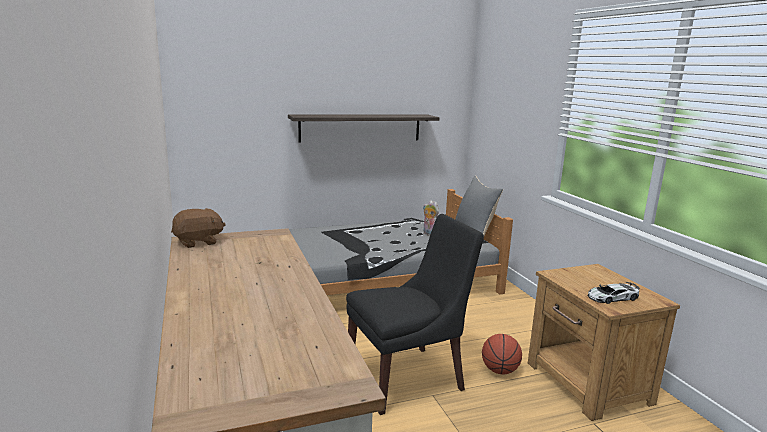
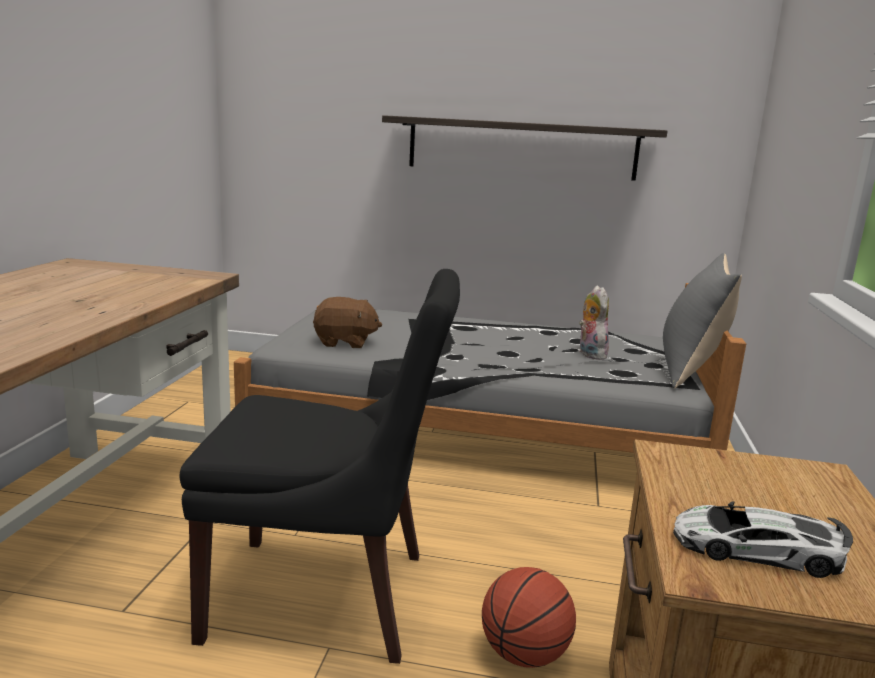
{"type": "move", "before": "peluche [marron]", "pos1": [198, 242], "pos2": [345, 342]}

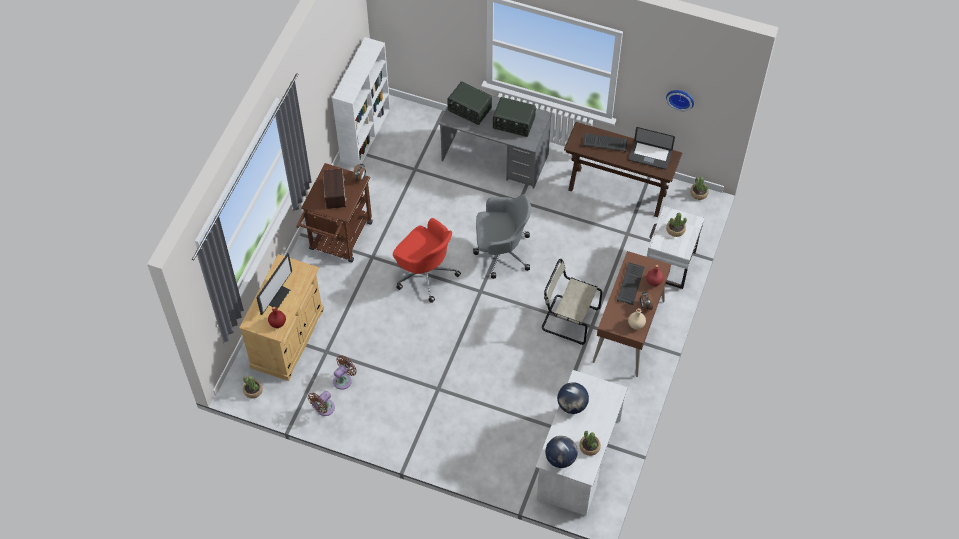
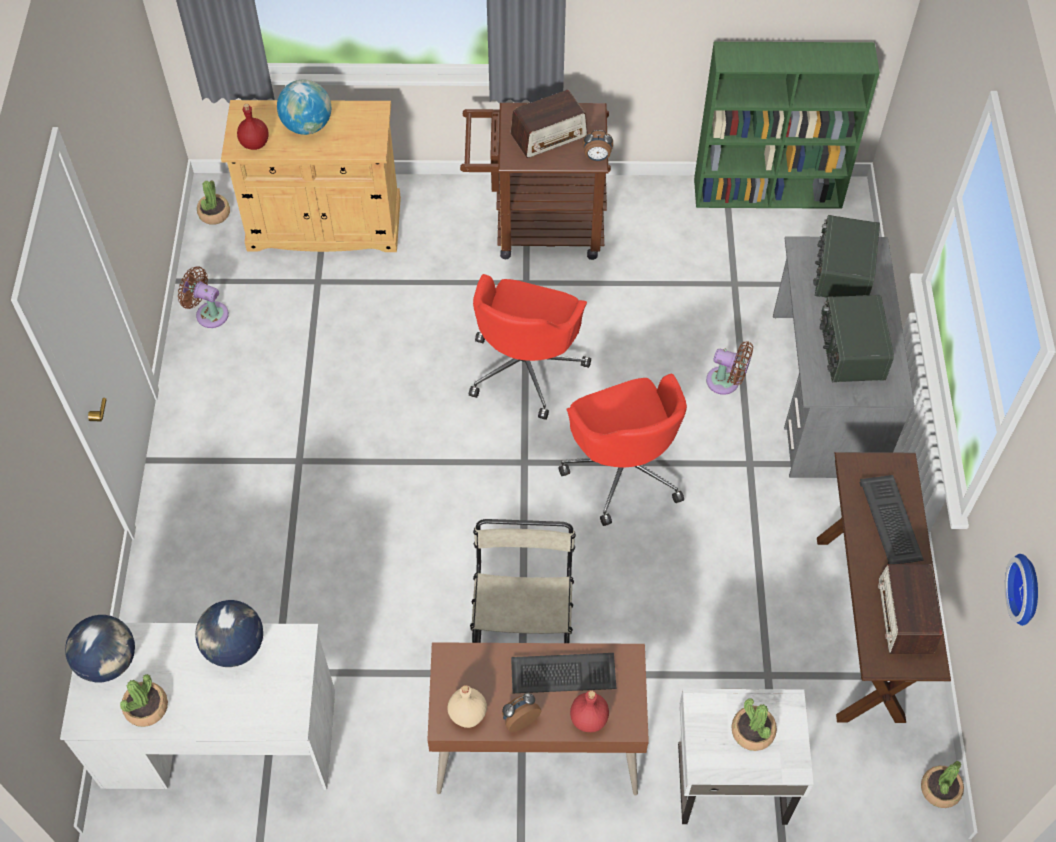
{"type": "replace", "before": "écran d'ordinateur", "after": "globe", "pos1": [277, 296], "pos2": [307, 126]}
{"type": "recolor", "before": "bibliothèque [blanc]", "after": "bibliothèque [vert]", "pos1": [365, 134], "pos2": [769, 193]}
{"type": "move", "before": "ventilateur [marron]", "pos1": [344, 379], "pos2": [726, 382]}
{"type": "recolor", "before": "chaise de bureau [gris]", "after": "chaise de bureau [rouge]", "pos1": [501, 251], "pos2": [623, 468]}
{"type": "replace", "before": "ordinateur portable", "after": "radio", "pos1": [650, 156], "pos2": [905, 616]}

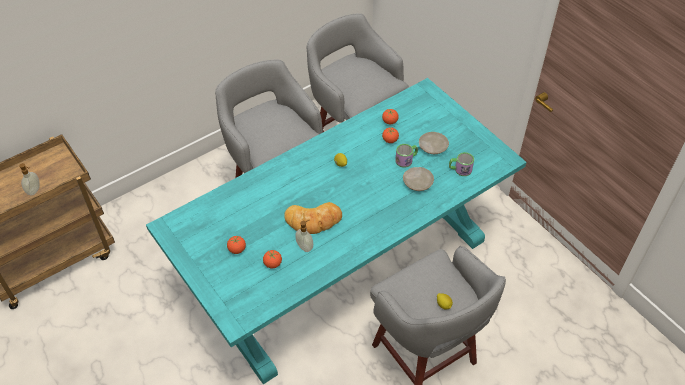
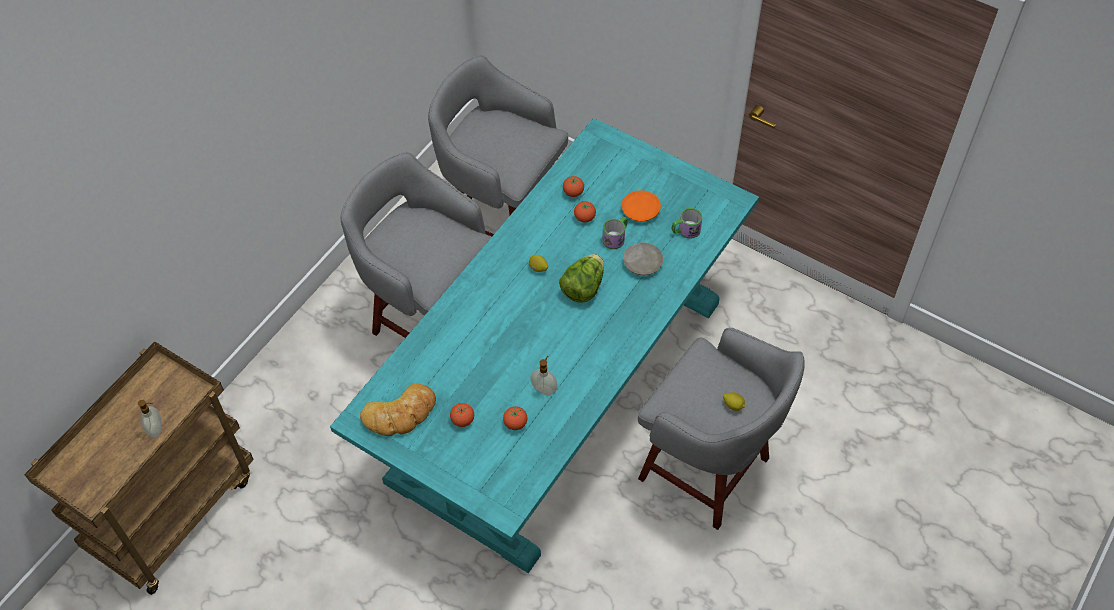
{"type": "move", "before": "pain", "pos1": [313, 220], "pos2": [400, 414]}
{"type": "recolor", "before": "assiette [beige]", "after": "assiette [orange]", "pos1": [432, 146], "pos2": [640, 210]}
{"type": "insert", "after": "laitue", "pos2": [583, 287]}

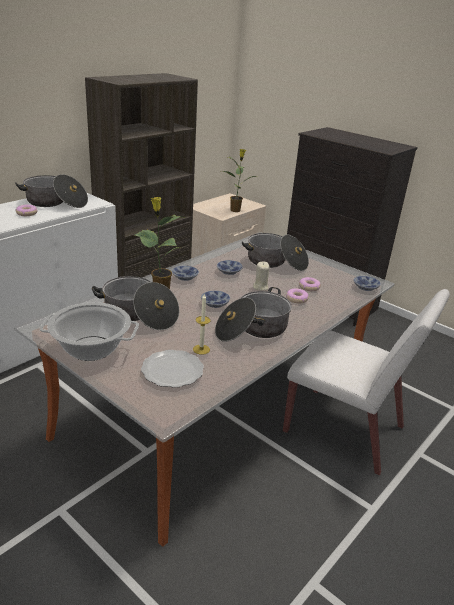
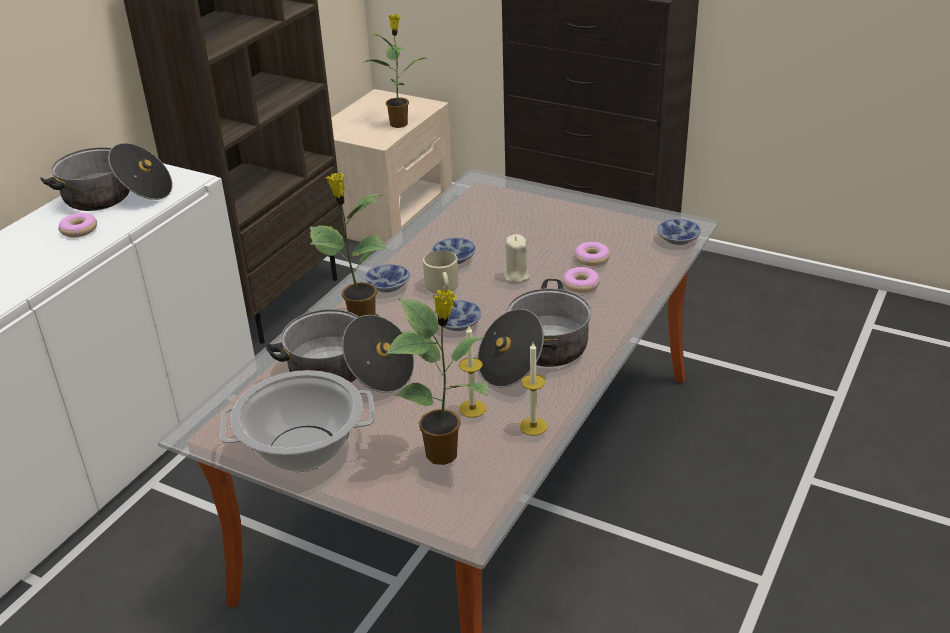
{"type": "replace", "before": "assiette", "after": "plante en pot", "pos1": [172, 370], "pos2": [444, 454]}
{"type": "delete", "before": "marmite", "pos1": [275, 262]}
{"type": "delete", "before": "chaise [blanc]", "pos1": [345, 430]}
{"type": "insert", "after": "mug [beige]", "pos2": [442, 287]}
{"type": "insert", "after": "bougie", "pos2": [533, 426]}

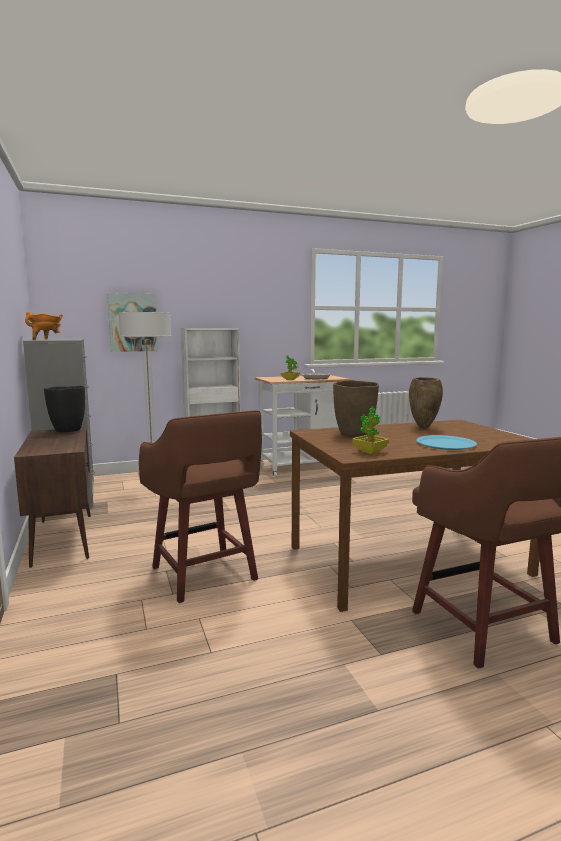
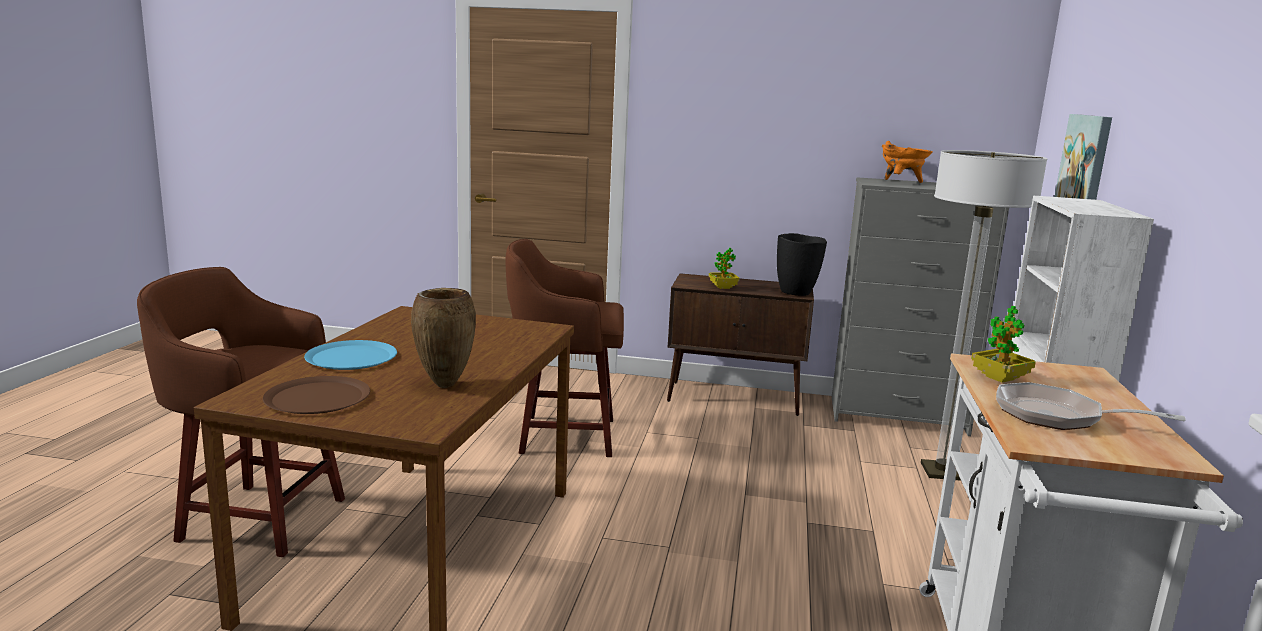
{"type": "delete", "before": "vase [marron]", "pos1": [354, 434]}
{"type": "move", "before": "plante en pot", "pos1": [370, 452], "pos2": [723, 287]}
{"type": "insert", "after": "assiette [marron]", "pos2": [318, 397]}

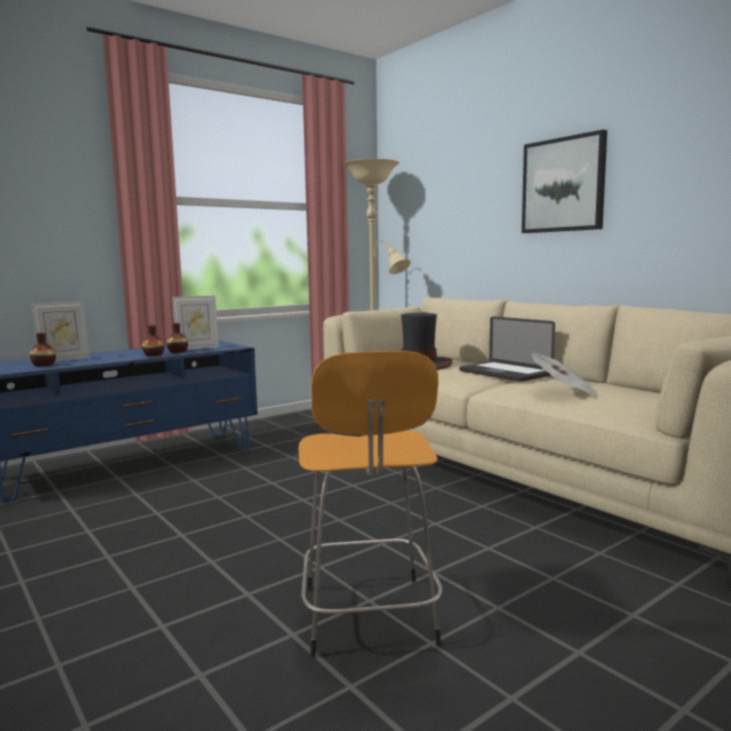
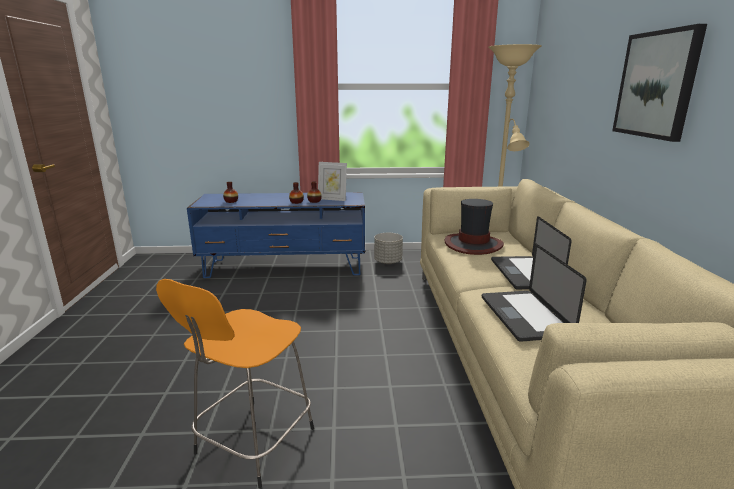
{"type": "delete", "before": "cadre photo", "pos1": [64, 360]}
{"type": "replace", "before": "journal", "after": "ordinateur portable", "pos1": [563, 392], "pos2": [524, 316]}
{"type": "insert", "after": "cache-pot [gris]", "pos2": [388, 262]}

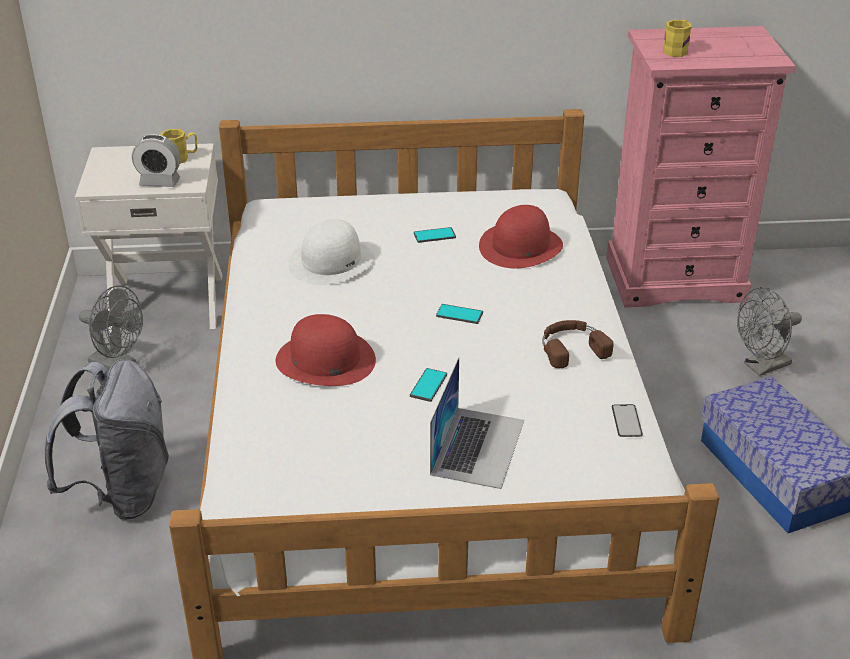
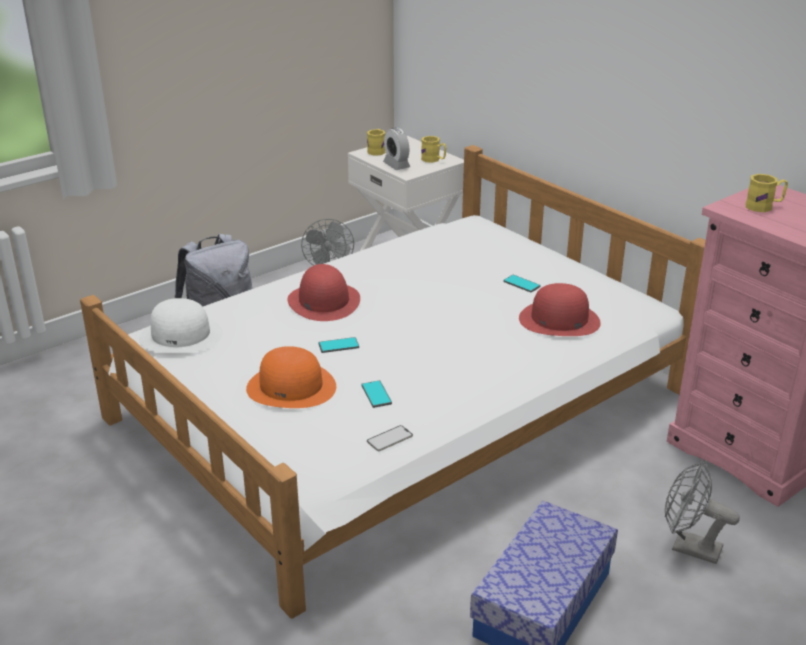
{"type": "move", "before": "chapeau [blanc]", "pos1": [331, 261], "pos2": [181, 336]}
{"type": "replace", "before": "ordinateur portable", "after": "chapeau [orange]", "pos1": [477, 446], "pos2": [291, 387]}
{"type": "move", "before": "téléphone", "pos1": [459, 314], "pos2": [376, 394]}
{"type": "delete", "before": "casque audio [marron]", "pos1": [571, 347]}
{"type": "insert", "after": "mug [jaune]", "pos2": [377, 150]}

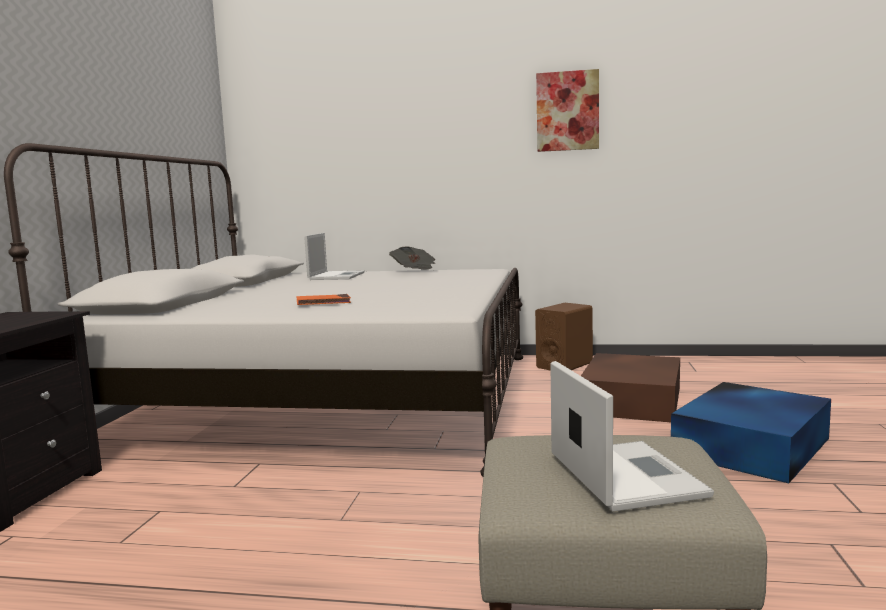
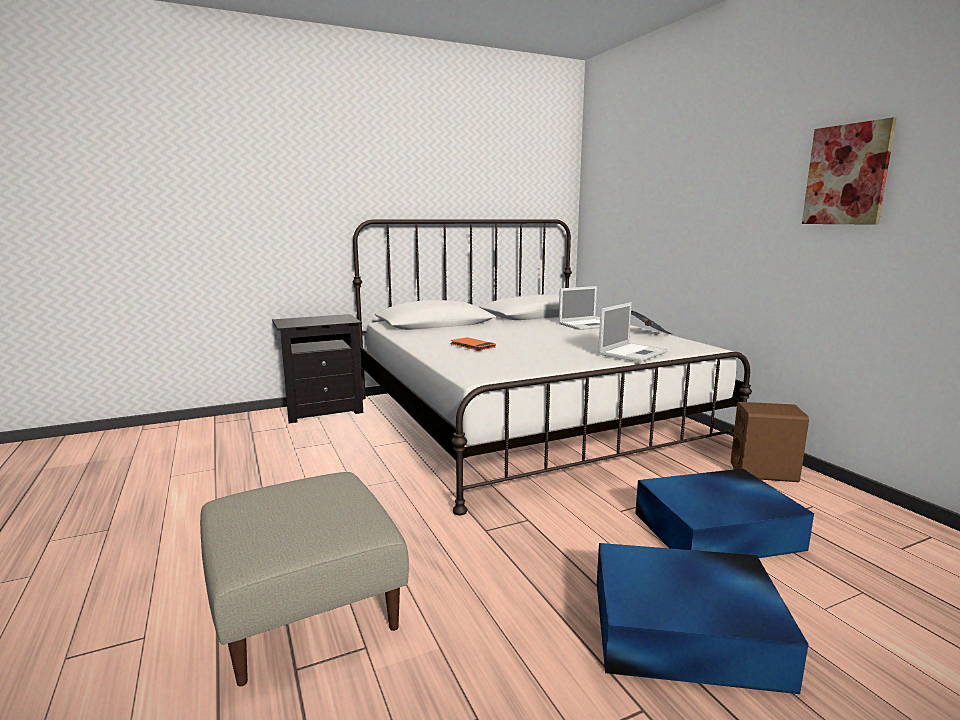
{"type": "move", "before": "ordinateur portable", "pos1": [623, 475], "pos2": [633, 353]}
{"type": "recolor", "before": "boîte de rangement [marron]", "after": "boîte de rangement [bleu]", "pos1": [632, 400], "pos2": [719, 531]}

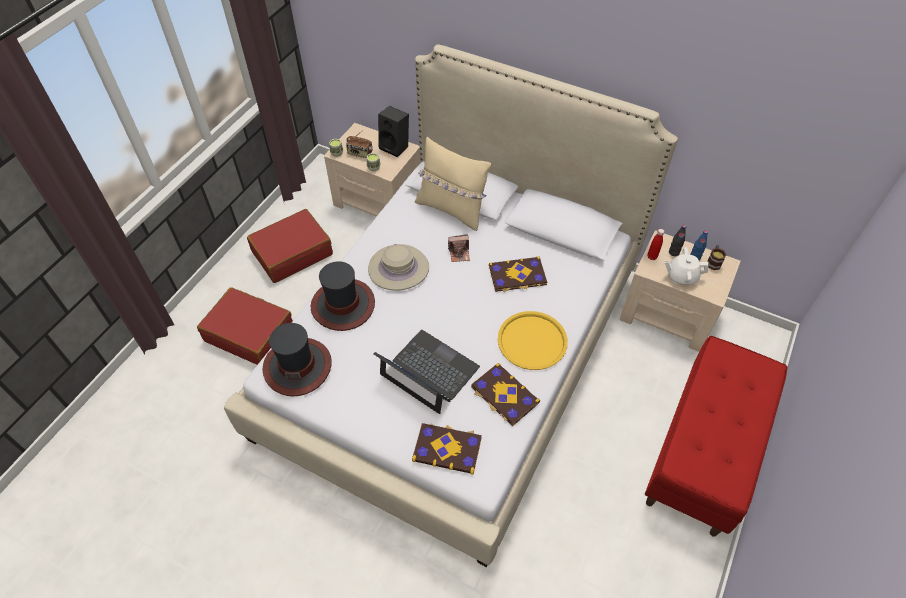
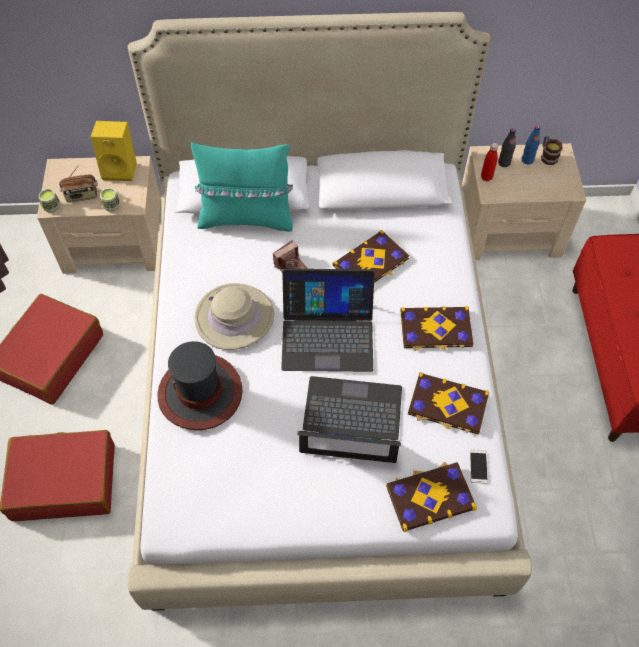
{"type": "delete", "before": "chapeau", "pos1": [297, 366]}
{"type": "recolor", "before": "enceinte [noir]", "after": "enceinte [jaune]", "pos1": [395, 147], "pos2": [121, 169]}
{"type": "recolor", "before": "coussin [beige]", "after": "coussin [turquoise]", "pos1": [451, 209], "pos2": [246, 218]}
{"type": "replace", "before": "plateau [jaune]", "after": "livre", "pos1": [532, 341], "pos2": [436, 329]}
{"type": "delete", "before": "théière [blanc]", "pos1": [681, 276]}
{"type": "insert", "after": "ordinateur portable", "pos2": [327, 334]}
{"type": "insert", "after": "téléphone", "pos2": [478, 466]}

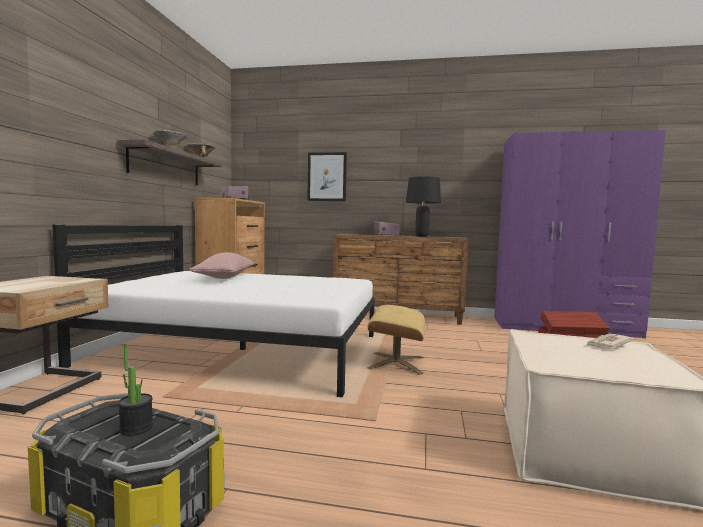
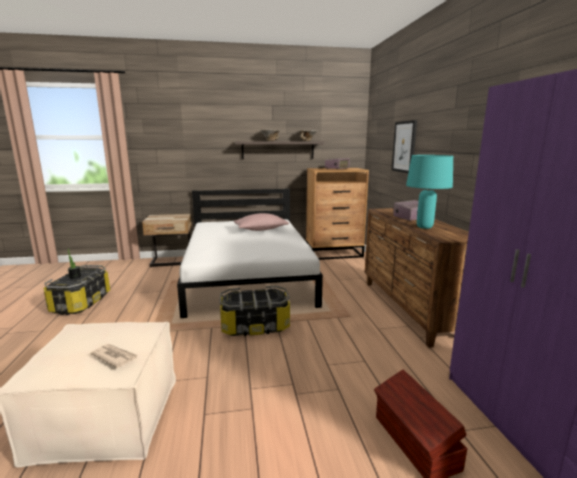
{"type": "replace", "before": "pouf [beige]", "after": "boîte de rangement", "pos1": [395, 363], "pos2": [255, 326]}
{"type": "recolor", "before": "lampe de table [noir]", "after": "lampe de table [turquoise]", "pos1": [422, 236], "pos2": [424, 227]}

